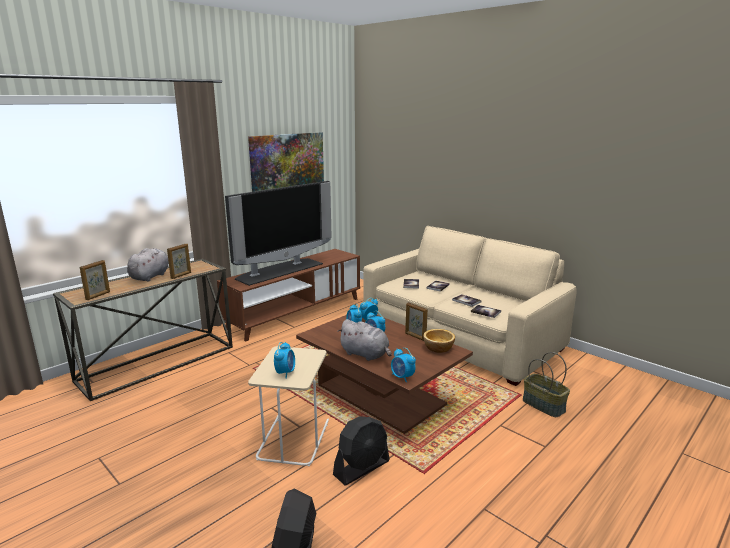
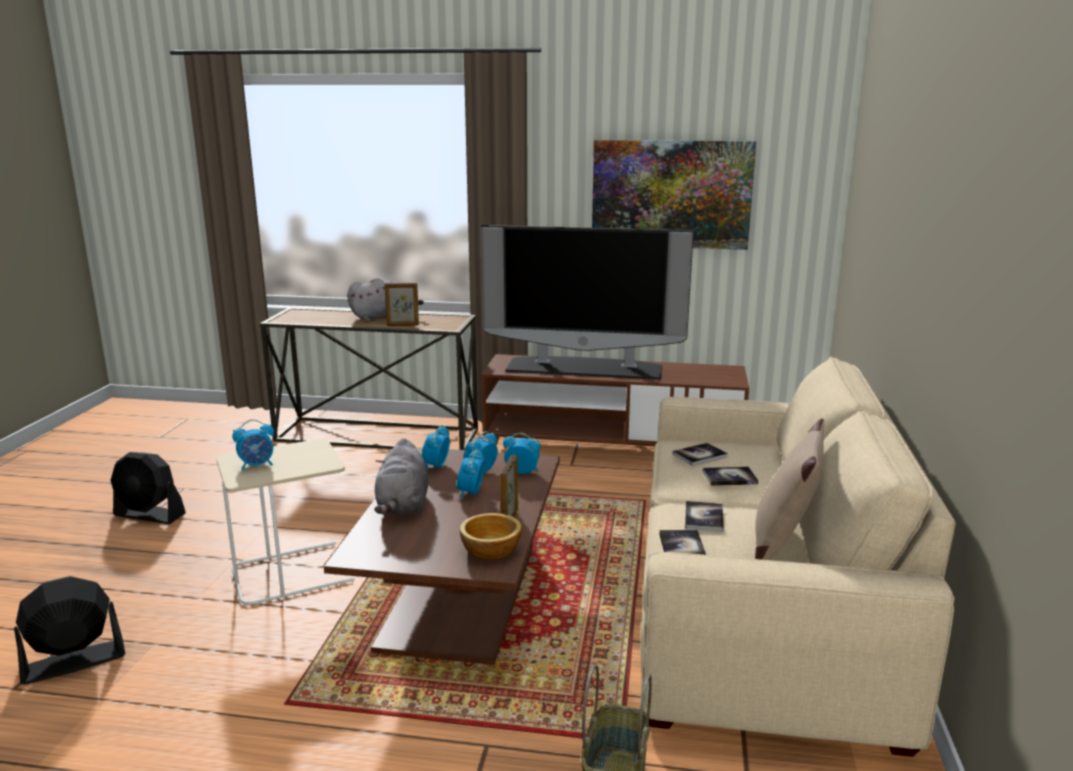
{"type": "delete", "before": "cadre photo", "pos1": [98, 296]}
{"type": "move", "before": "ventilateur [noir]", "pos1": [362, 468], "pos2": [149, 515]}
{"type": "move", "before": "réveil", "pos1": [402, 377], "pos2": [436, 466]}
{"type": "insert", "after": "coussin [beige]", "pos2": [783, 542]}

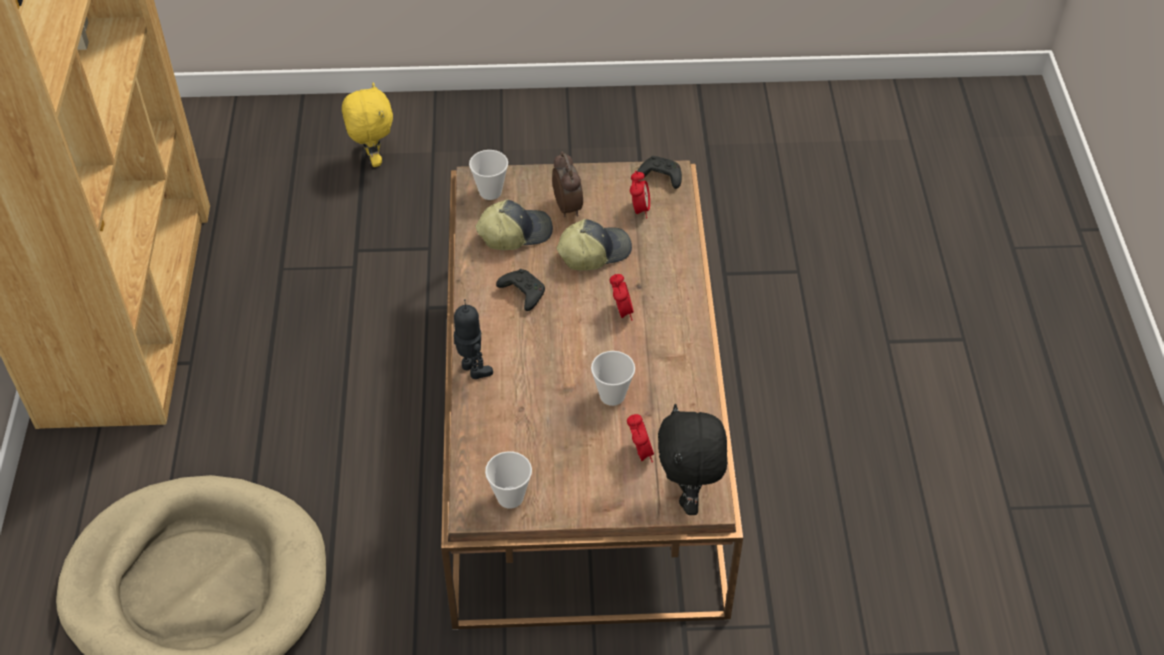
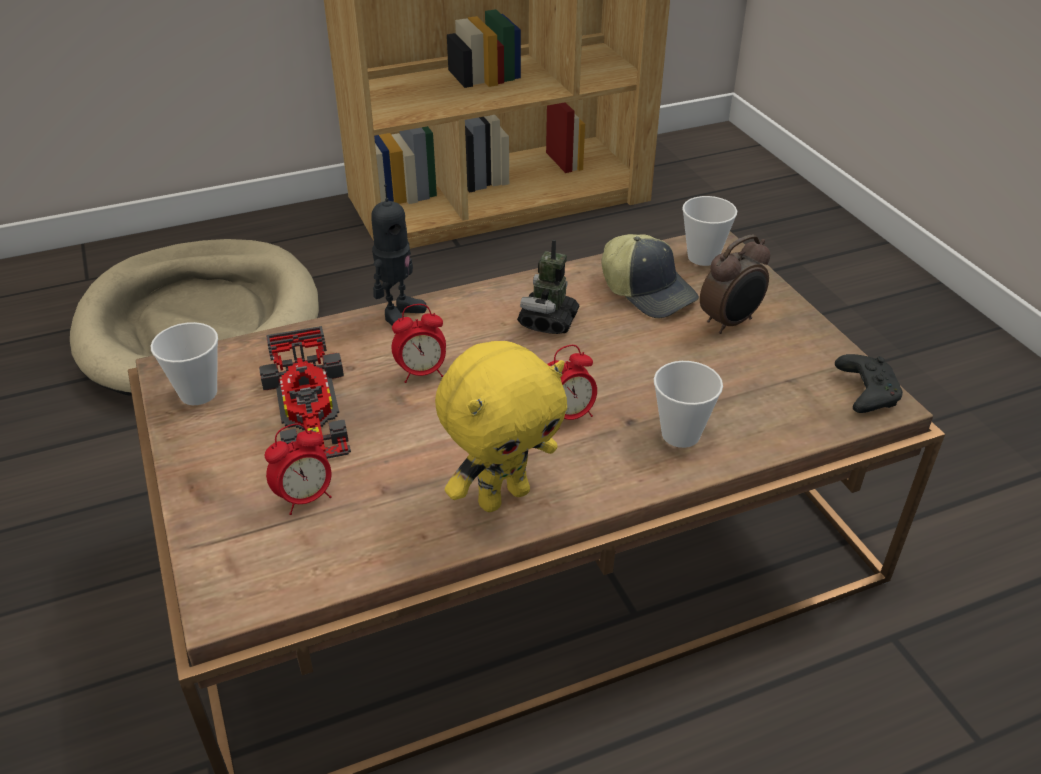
{"type": "move", "before": "peluche [jaune]", "pos1": [373, 159], "pos2": [503, 496]}
{"type": "replace", "before": "manette [noir]", "after": "robot jouet", "pos1": [522, 293], "pos2": [548, 321]}
{"type": "delete", "before": "casquette", "pos1": [593, 252]}
{"type": "move", "before": "tasse", "pos1": [612, 395], "pos2": [680, 434]}
{"type": "move", "before": "réveil", "pos1": [639, 210], "pos2": [422, 373]}
{"type": "delete", "before": "peluche [noir]", "pos1": [689, 495]}
{"type": "insert", "after": "petite voiture", "pos2": [309, 410]}

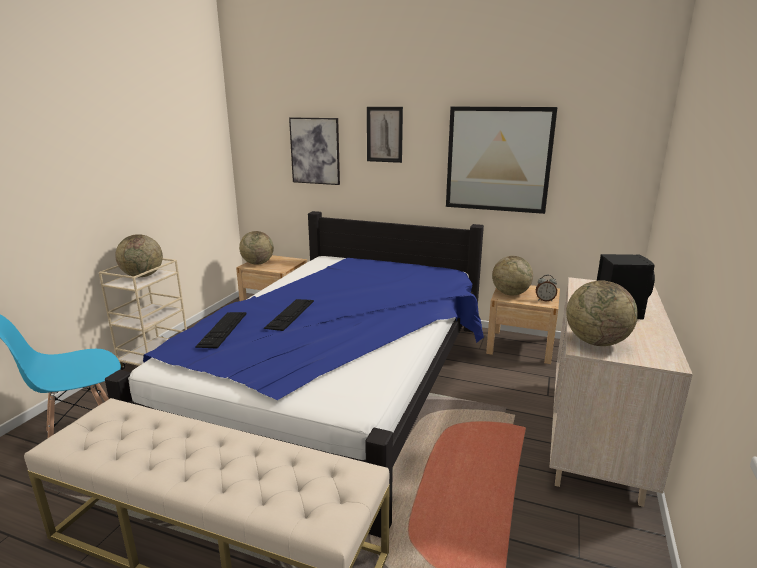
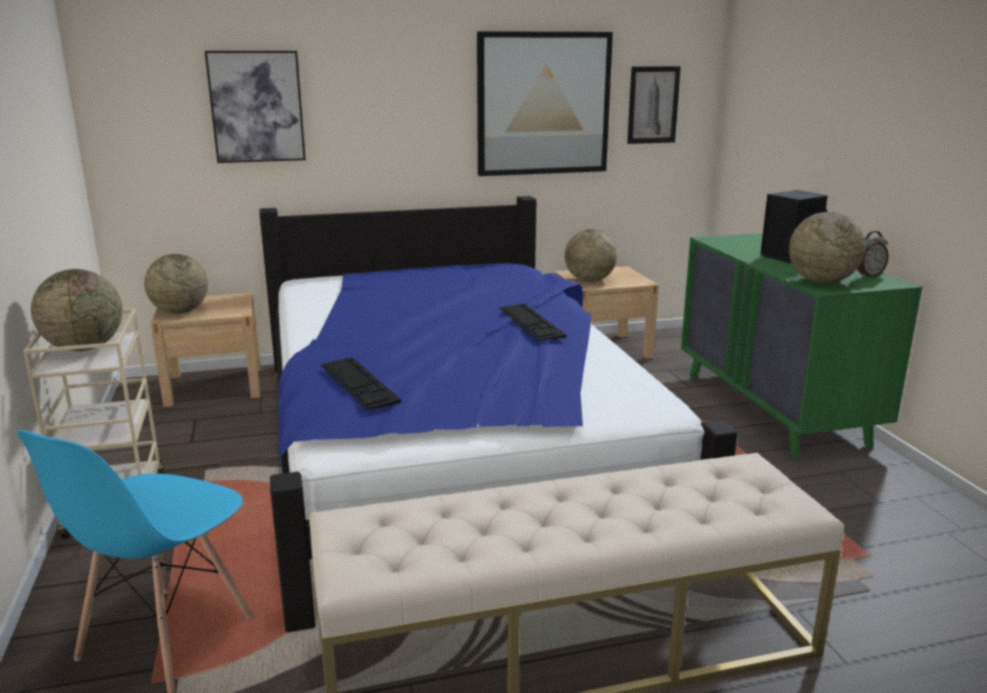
{"type": "move", "before": "clavier", "pos1": [290, 314], "pos2": [531, 322]}
{"type": "move", "before": "tableau", "pos1": [384, 134], "pos2": [653, 105]}
{"type": "move", "before": "réveil", "pos1": [545, 300], "pos2": [868, 275]}
{"type": "recolor", "before": "commode [beige]", "after": "commode [vert]", "pos1": [595, 438], "pos2": [774, 409]}

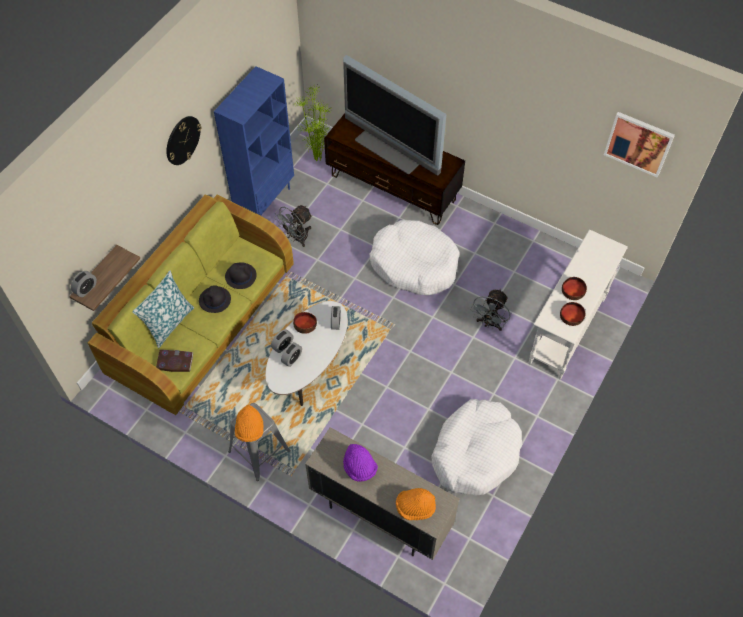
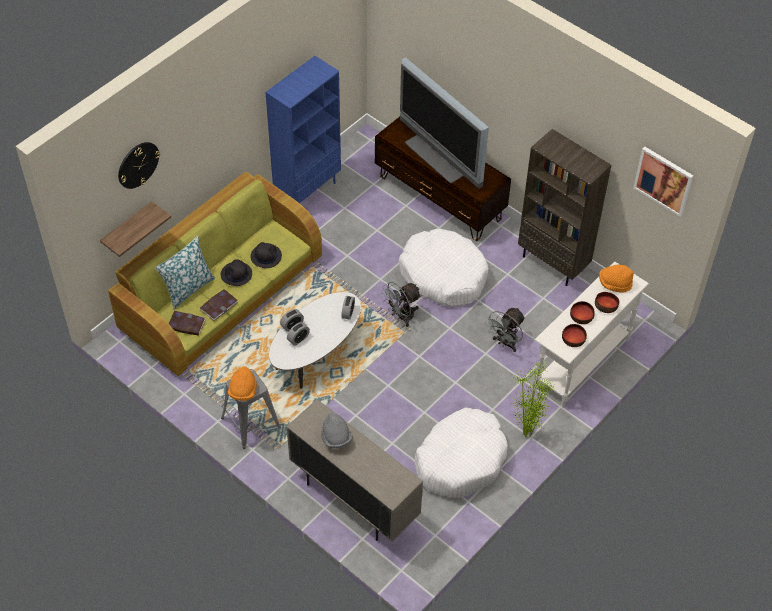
{"type": "delete", "before": "réveil", "pos1": [86, 289]}
{"type": "move", "before": "horloge murale", "pos1": [182, 140], "pos2": [138, 165]}
{"type": "move", "before": "ventilateur [gris]", "pos1": [297, 238], "pos2": [401, 317]}
{"type": "move", "before": "bol", "pos1": [305, 325], "pos2": [606, 305]}
{"type": "move", "before": "plante en pot", "pos1": [317, 158], "pos2": [527, 432]}
{"type": "recolor", "before": "chapeau [violet]", "after": "chapeau [gris]", "pos1": [359, 467], "pos2": [336, 438]}
{"type": "move", "before": "chapeau [orange]", "pos1": [415, 507], "pos2": [614, 284]}
{"type": "insert", "after": "livre", "pos2": [219, 306]}
{"type": "insert", "after": "bibliothèque [marron]", "pos2": [553, 263]}

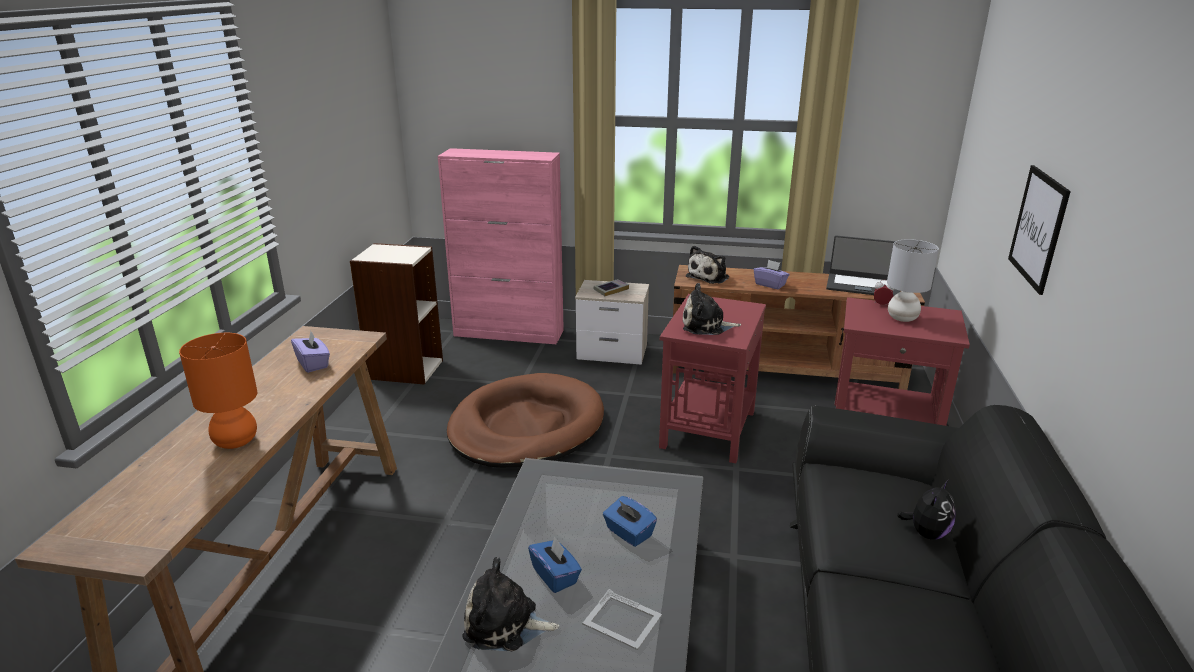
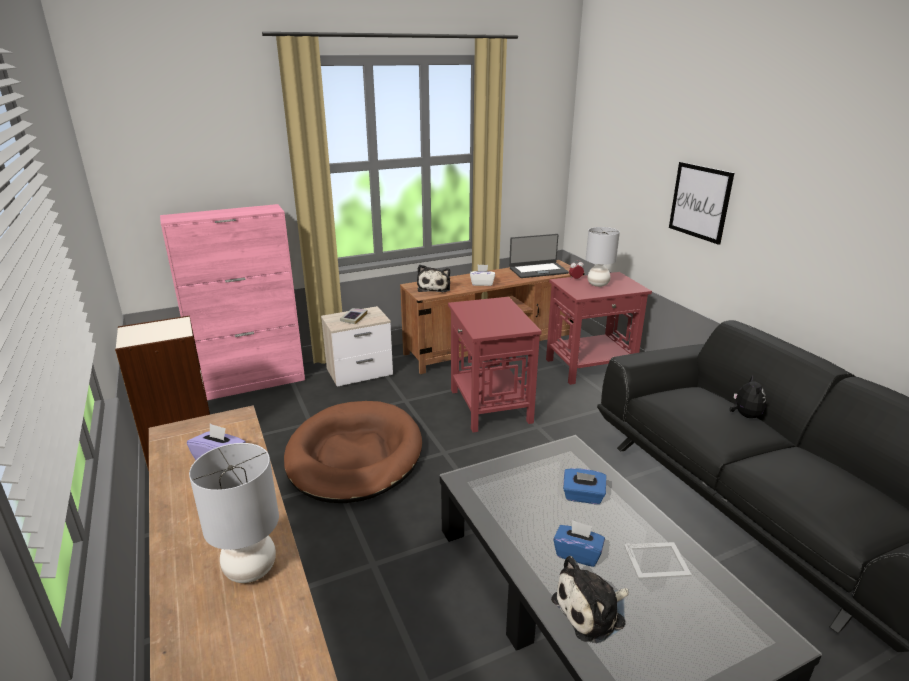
{"type": "recolor", "before": "lampe de table [orange]", "after": "lampe de table [gris]", "pos1": [236, 441], "pos2": [251, 569]}
{"type": "delete", "before": "peluche", "pos1": [706, 326]}
{"type": "recolor", "before": "boîte à mouchoirs [violet]", "after": "boîte à mouchoirs [blanc]", "pos1": [770, 284], "pos2": [482, 283]}

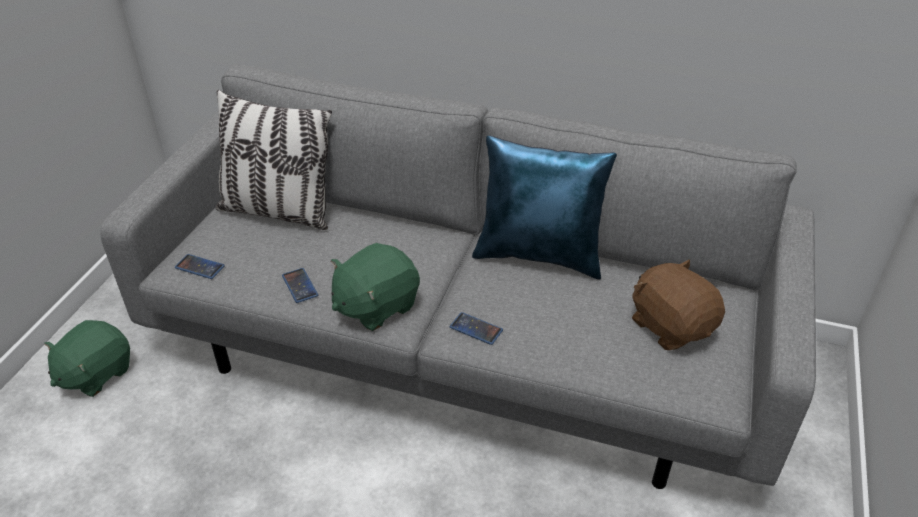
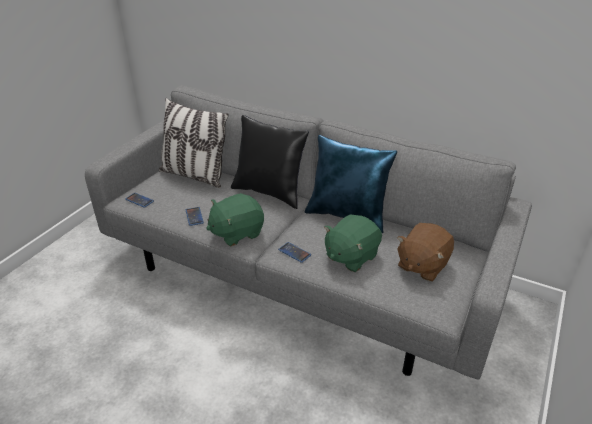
{"type": "move", "before": "peluche [vert]", "pos1": [95, 373], "pos2": [350, 256]}
{"type": "rotate", "before": "peluche [marron]", "pos1": [671, 326], "pos2": [422, 265], "turn": -120}
{"type": "insert", "after": "coussin [noir]", "pos2": [270, 192]}

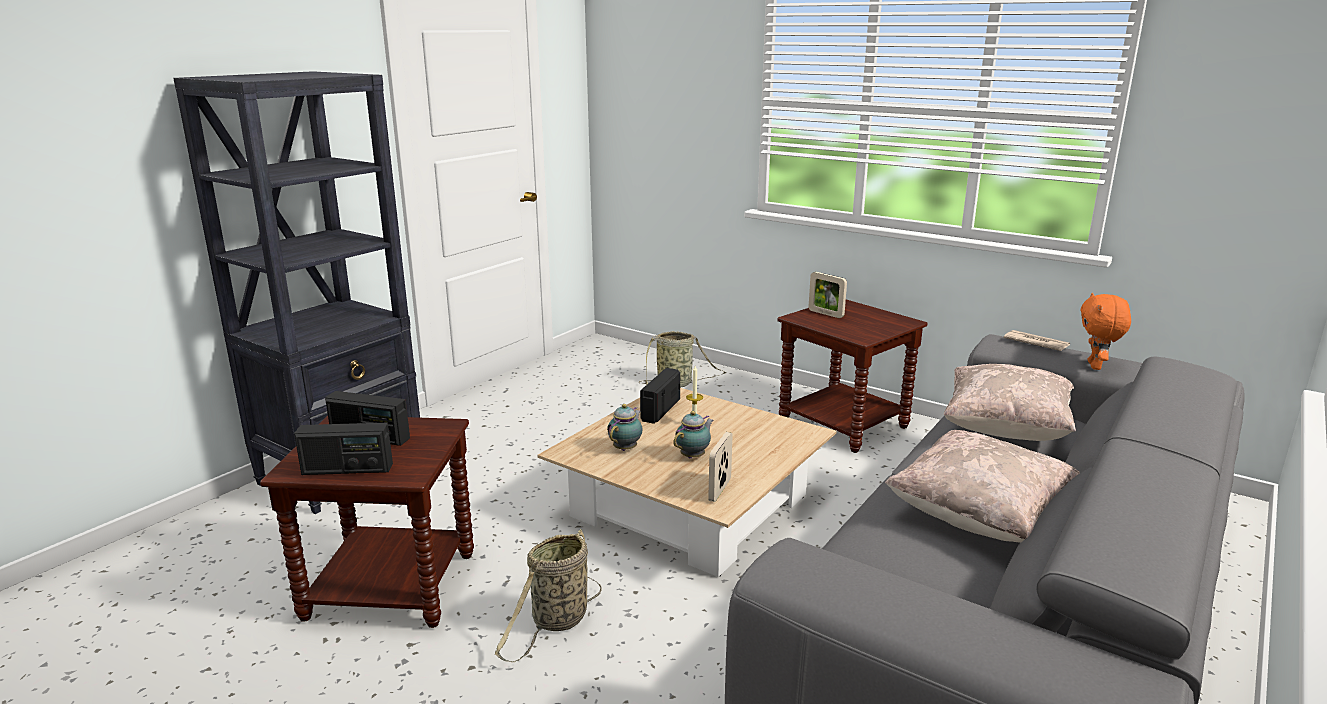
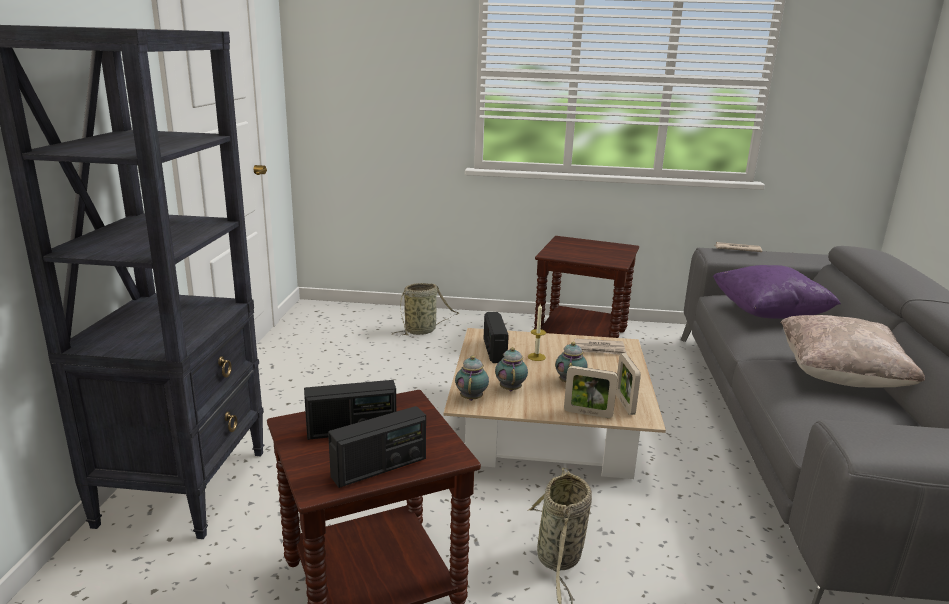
{"type": "move", "before": "cadre photo", "pos1": [825, 314], "pos2": [588, 413]}
{"type": "recolor", "before": "coussin [beige]", "after": "coussin [violet]", "pos1": [1005, 430], "pos2": [769, 314]}
{"type": "delete", "before": "peluche [orange]", "pos1": [1096, 366]}
{"type": "insert", "after": "théière", "pos2": [472, 397]}
{"type": "insert", "after": "journal", "pos2": [600, 349]}

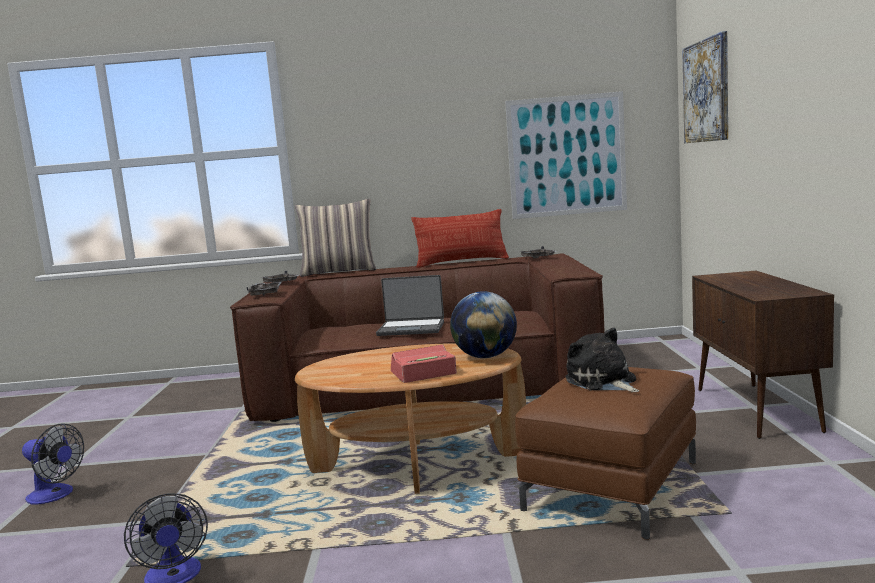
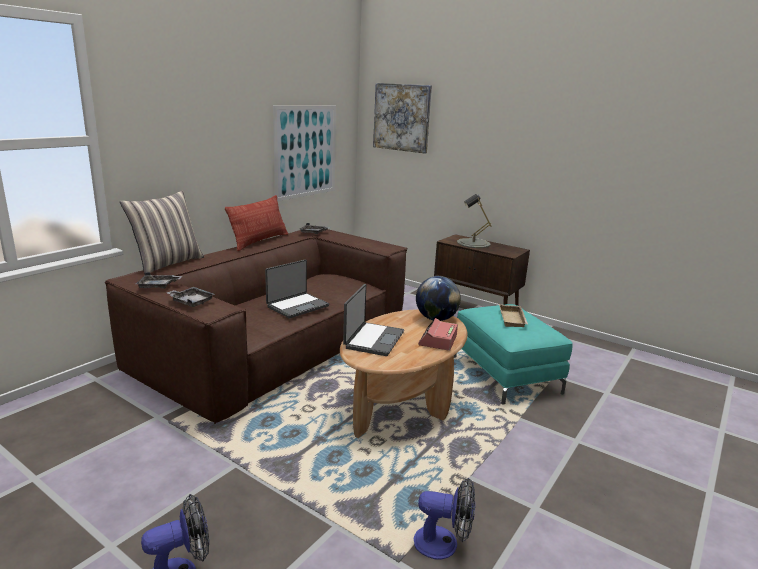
{"type": "recolor", "before": "pouf [marron]", "after": "pouf [turquoise]", "pos1": [612, 486], "pos2": [505, 374]}
{"type": "replace", "before": "peluche", "after": "plateau [beige]", "pos1": [603, 382], "pos2": [513, 319]}
{"type": "insert", "after": "ordinateur portable", "pos2": [373, 339]}
{"type": "insert", "after": "lampe de table [gris]", "pos2": [473, 243]}

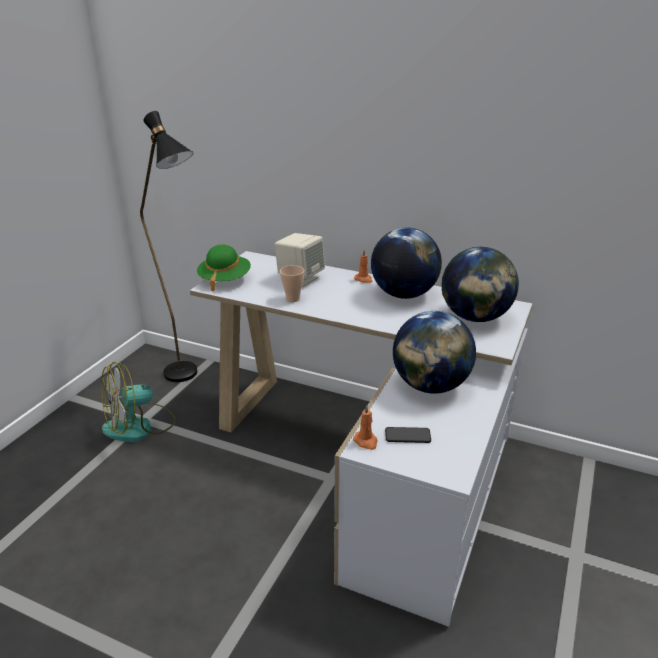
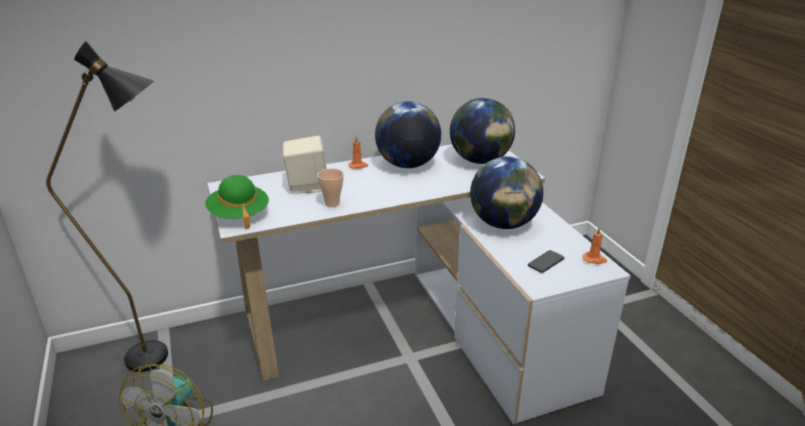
{"type": "move", "before": "bougie [orange]", "pos1": [366, 441], "pos2": [594, 259]}

